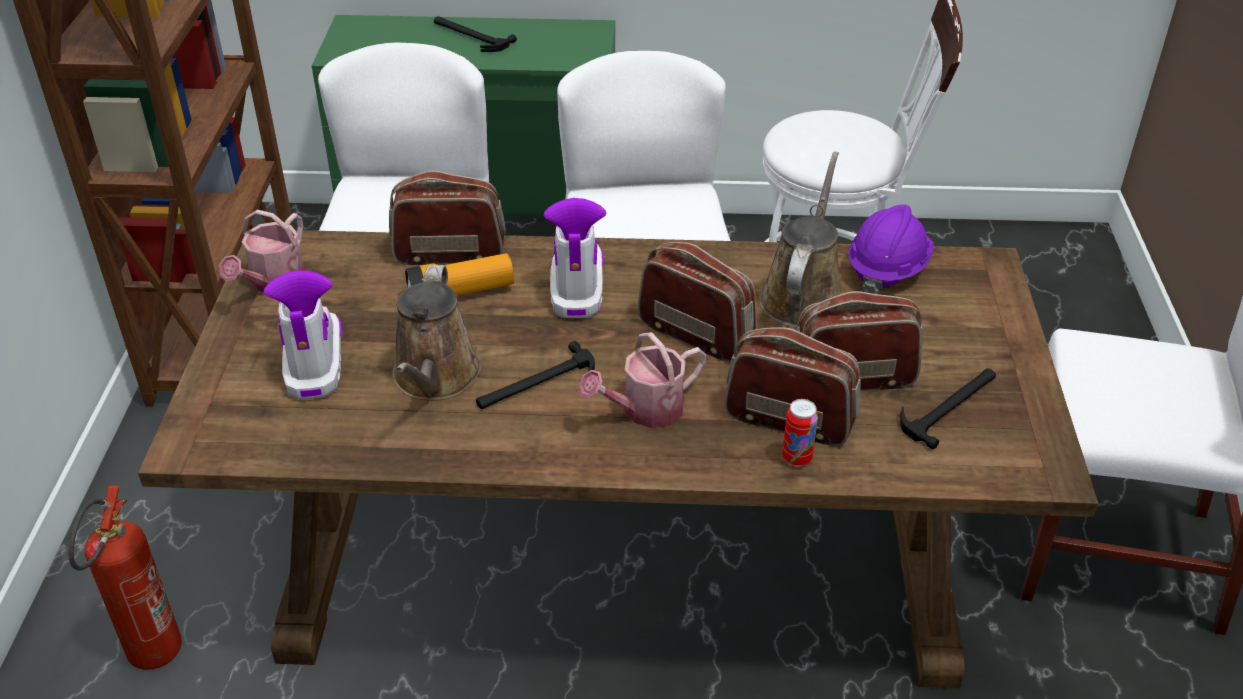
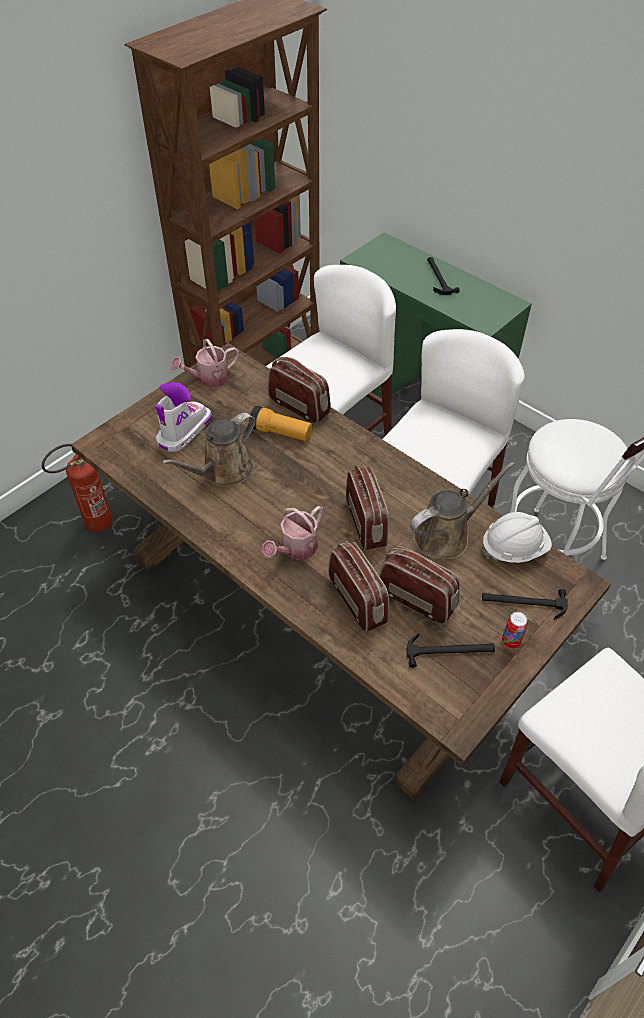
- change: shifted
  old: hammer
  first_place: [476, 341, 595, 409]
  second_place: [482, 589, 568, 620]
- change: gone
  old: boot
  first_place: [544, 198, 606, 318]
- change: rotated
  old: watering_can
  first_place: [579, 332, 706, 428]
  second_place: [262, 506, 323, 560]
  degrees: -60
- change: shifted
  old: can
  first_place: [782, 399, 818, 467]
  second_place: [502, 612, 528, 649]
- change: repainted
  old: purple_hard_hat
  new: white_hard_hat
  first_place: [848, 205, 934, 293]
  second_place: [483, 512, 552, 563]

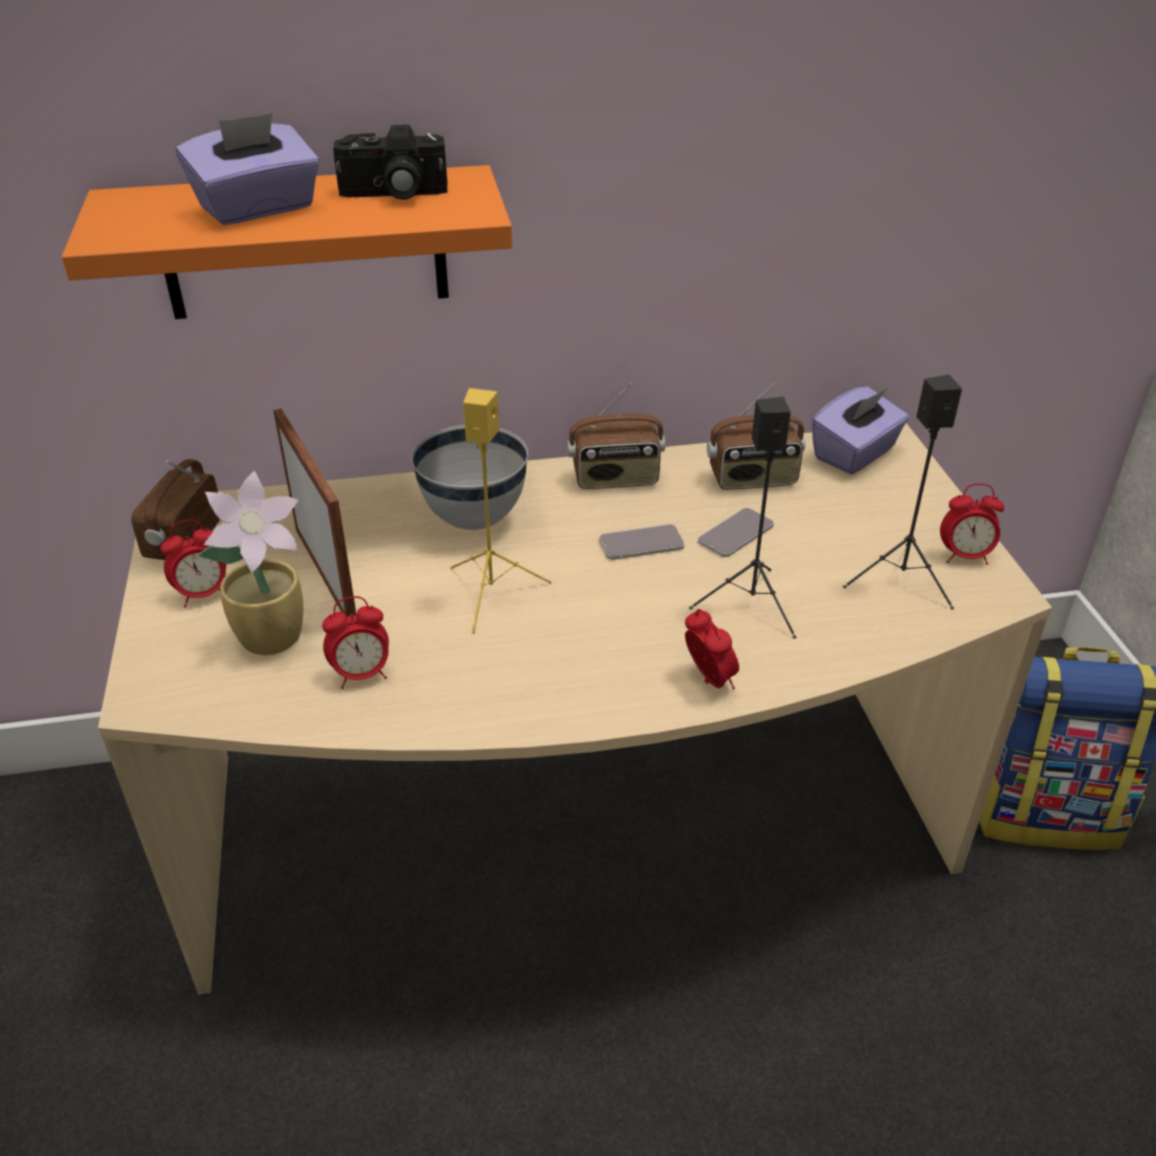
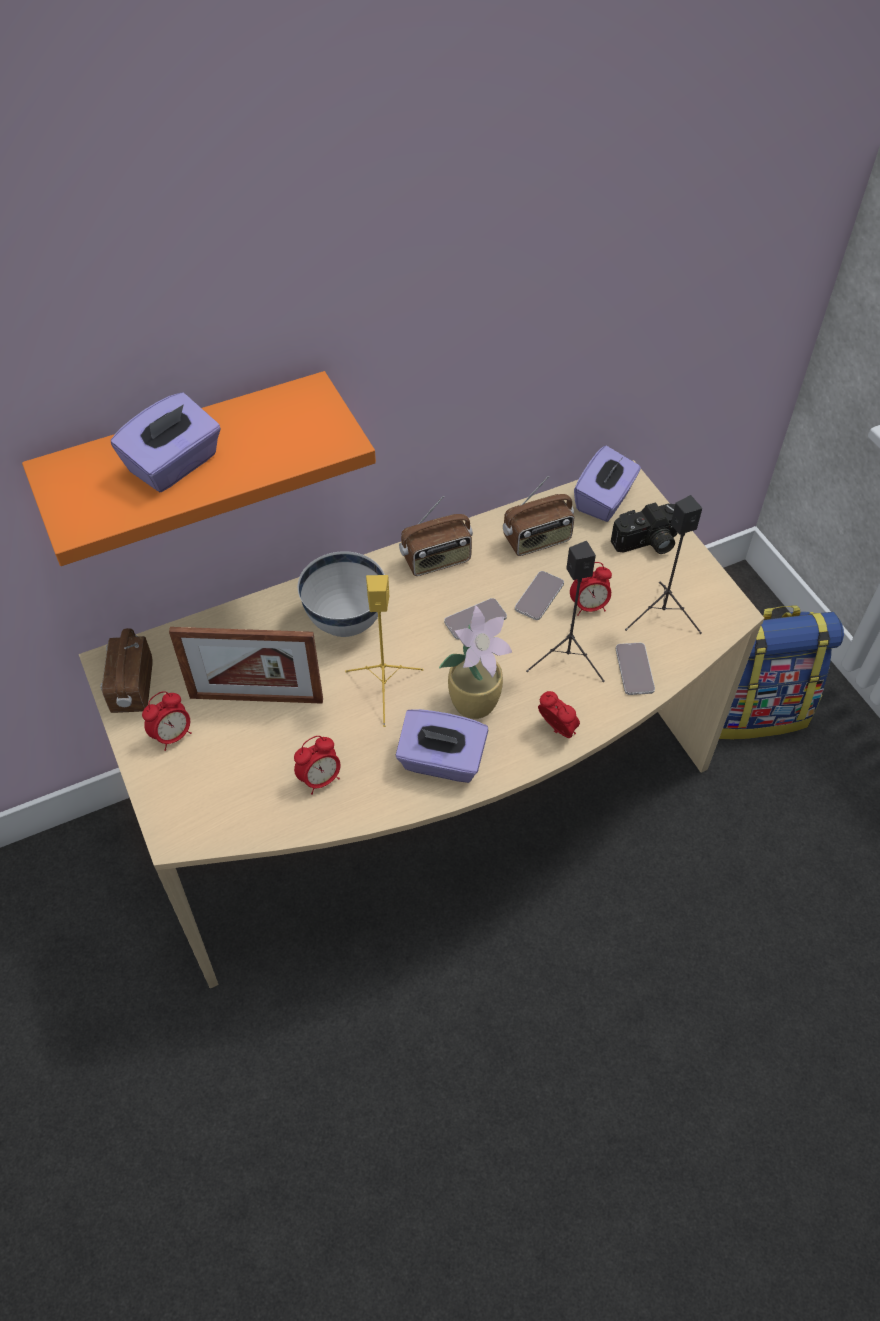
- change: shifted
  old: potted_plant
  first_place: [198, 471, 303, 655]
  second_place: [439, 605, 512, 719]
- change: rotated
  old: picture_frame
  first_place: [273, 409, 356, 617]
  second_place: [169, 627, 323, 704]
  degrees: 135
- change: shifted
  old: photo_camera
  first_place: [333, 124, 447, 200]
  second_place: [611, 502, 678, 554]
- change: shifted
  old: alarm_clock
  first_place: [940, 483, 1004, 565]
  second_place: [570, 562, 612, 616]
- change: new
  new: purple_tissue_box
  second_place: [396, 709, 489, 783]
- change: new
  new: phone
  second_place: [616, 643, 655, 695]

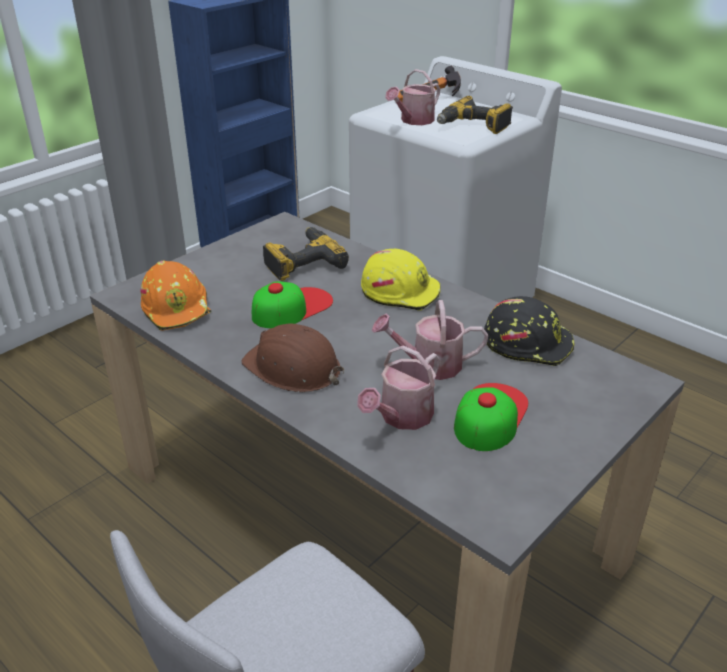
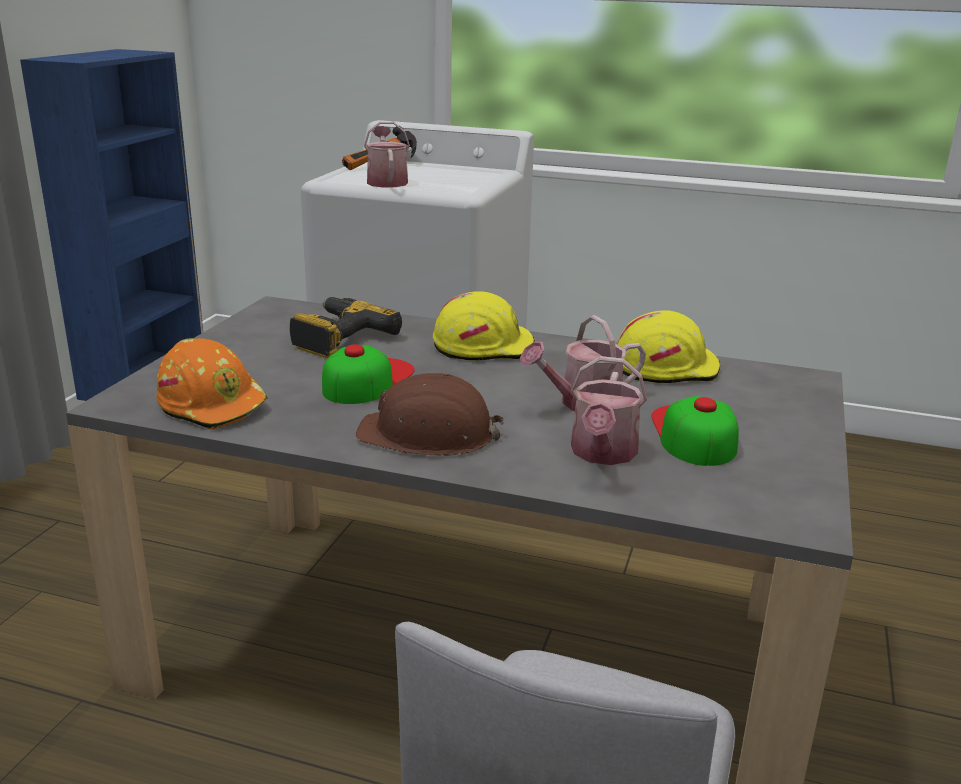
- change: rotated
  old: watering_can
  first_place: [385, 69, 440, 125]
  second_place: [364, 122, 410, 188]
  degrees: 150
- change: gone
  old: power_drill
  first_place: [437, 96, 513, 134]
- change: repainted
  old: black_hard_hat
  new: yellow_hard_hat
  first_place: [484, 296, 575, 366]
  second_place: [617, 310, 720, 383]

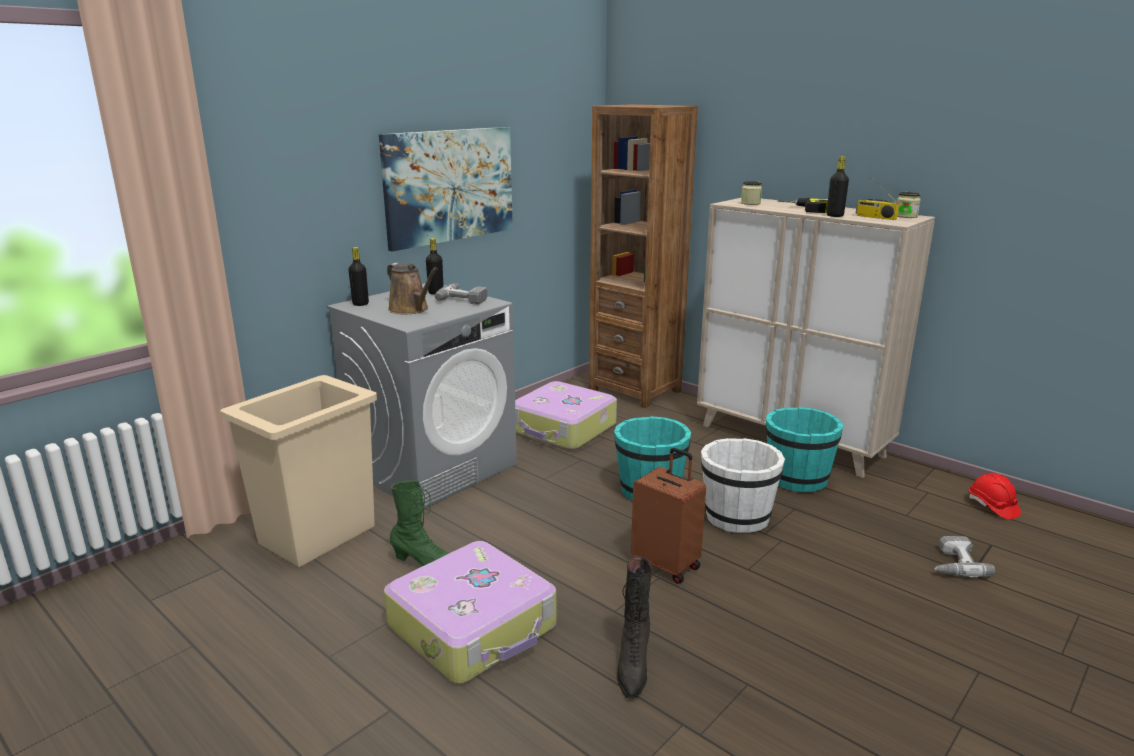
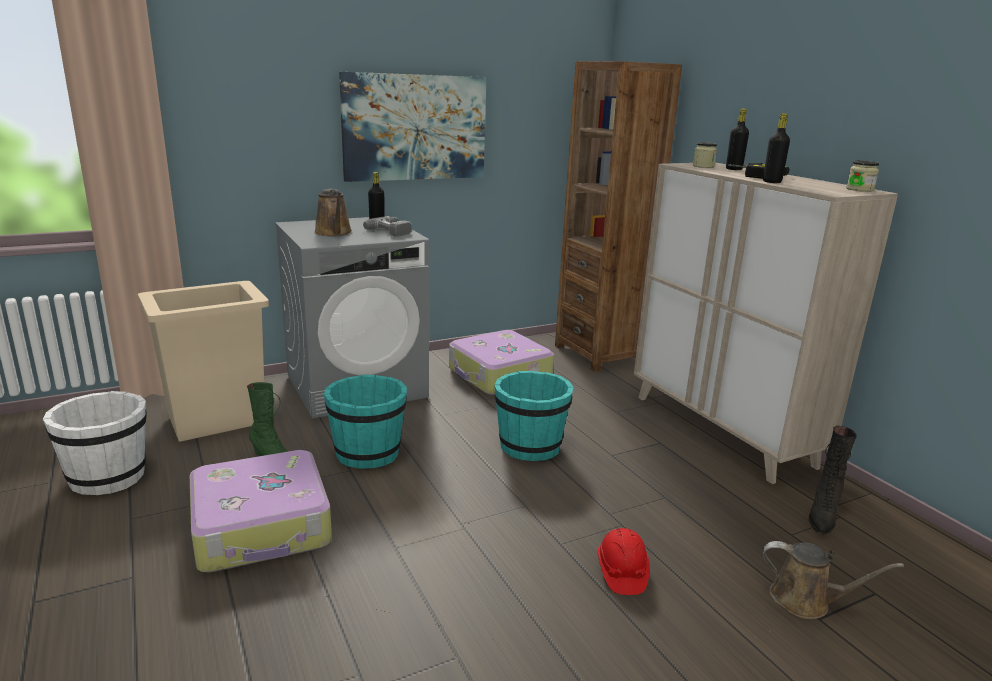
- change: shifted
  old: black_bottle
  first_place: [348, 247, 369, 306]
  second_place: [726, 109, 749, 170]
- change: shifted
  old: black_boot
  first_place: [617, 557, 653, 699]
  second_place: [809, 426, 857, 534]
- change: gone
  old: brown_suitcase
  first_place: [631, 448, 706, 584]
- change: shifted
  old: white_bucket
  first_place: [701, 438, 785, 533]
  second_place: [43, 391, 147, 495]
- change: shifted
  old: turquoise_bucket
  first_place: [766, 407, 843, 492]
  second_place: [324, 375, 407, 469]
- change: gone
  old: radio
  first_place: [855, 176, 899, 220]
- change: swapped
  old: power_drill
  new: brown_watering_can
  first_place: [934, 536, 995, 577]
  second_place: [763, 541, 904, 619]
- change: shifted
  old: red_hard_hat
  first_place: [969, 473, 1021, 519]
  second_place: [597, 528, 649, 595]

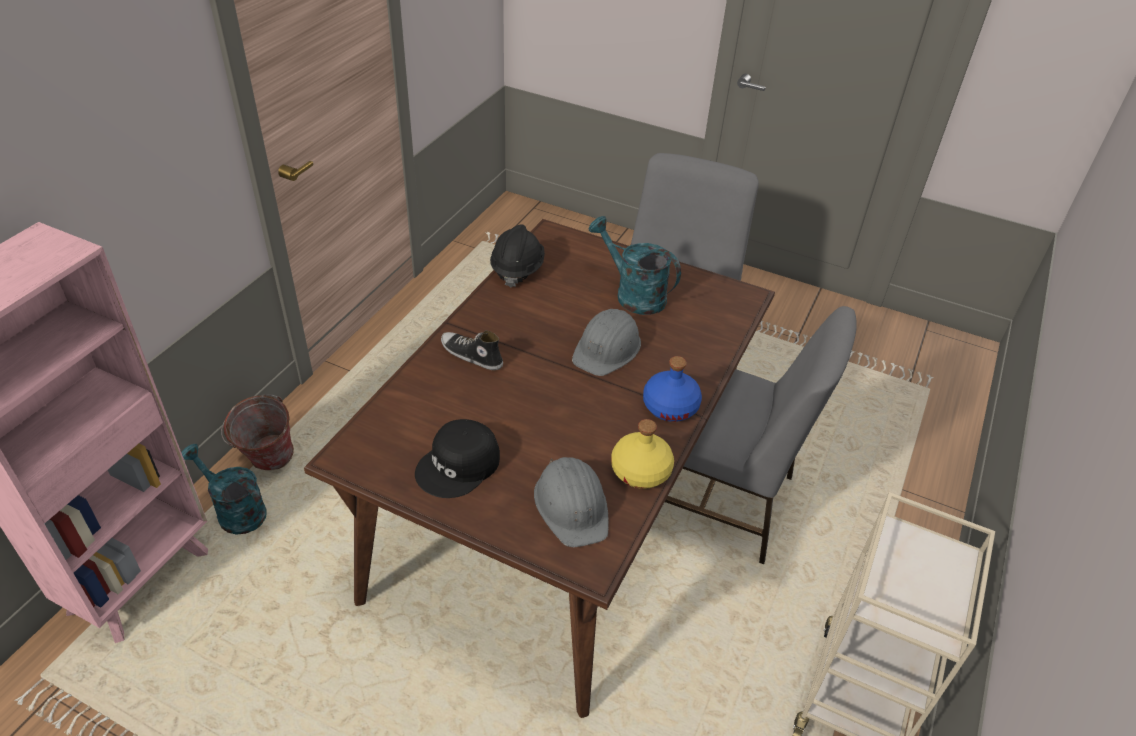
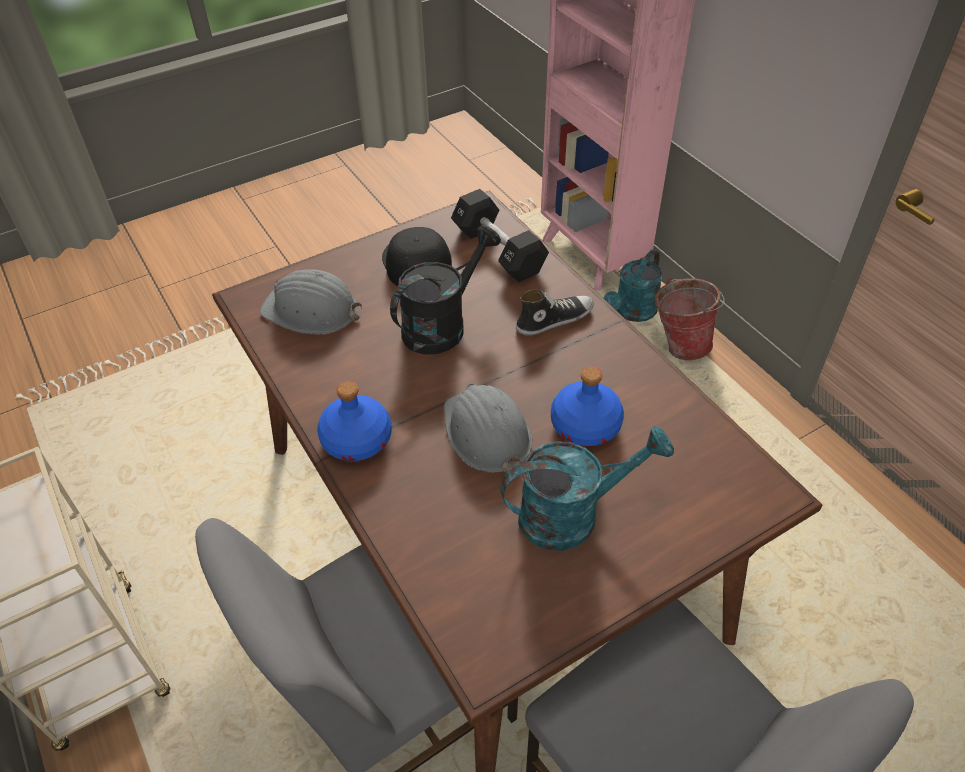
- change: rotated
  old: turquoise_watering_can
  first_place: [181, 444, 267, 535]
  second_place: [603, 250, 663, 322]
  degrees: 150
- change: gone
  old: black_hard_hat
  first_place: [490, 224, 545, 288]
- change: gone
  old: yellow_bottle
  first_place: [611, 419, 674, 489]
- change: new
  new: black_watering_can
  second_place: [390, 225, 501, 355]
- change: new
  new: black_dumbbell
  second_place: [451, 189, 549, 283]
- change: new
  new: blue_bottle
  second_place: [551, 367, 624, 447]

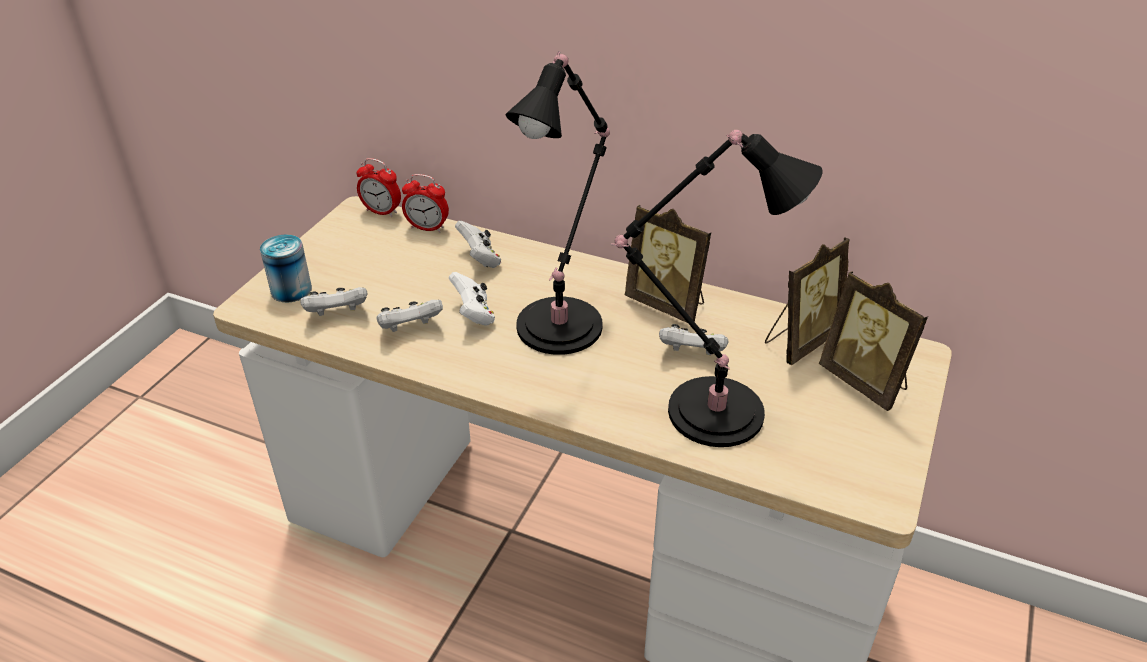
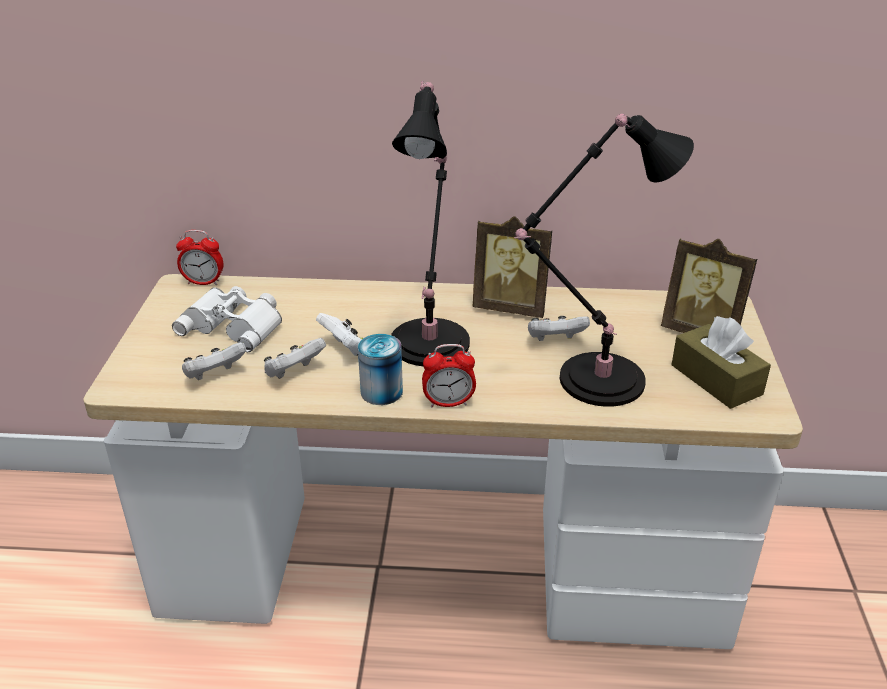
- change: shifted
  old: can
  first_place: [260, 234, 312, 302]
  second_place: [358, 334, 403, 405]
- change: shifted
  old: alarm_clock
  first_place: [402, 174, 449, 233]
  second_place: [422, 344, 476, 407]
- change: gone
  old: white_game_controller
  first_place: [455, 221, 501, 268]
- change: gone
  old: picture_frame
  first_place: [765, 237, 850, 365]
- change: new
  new: white_binoculars
  second_place: [172, 286, 282, 352]
- change: new
  new: brown_tissue_box
  second_place: [671, 316, 771, 409]

